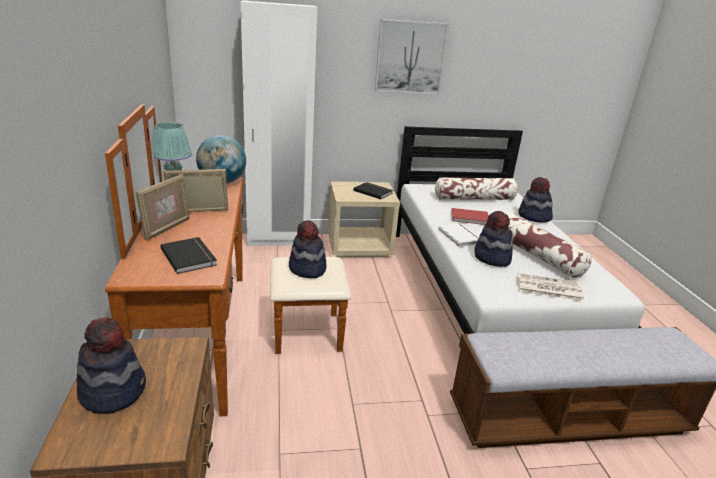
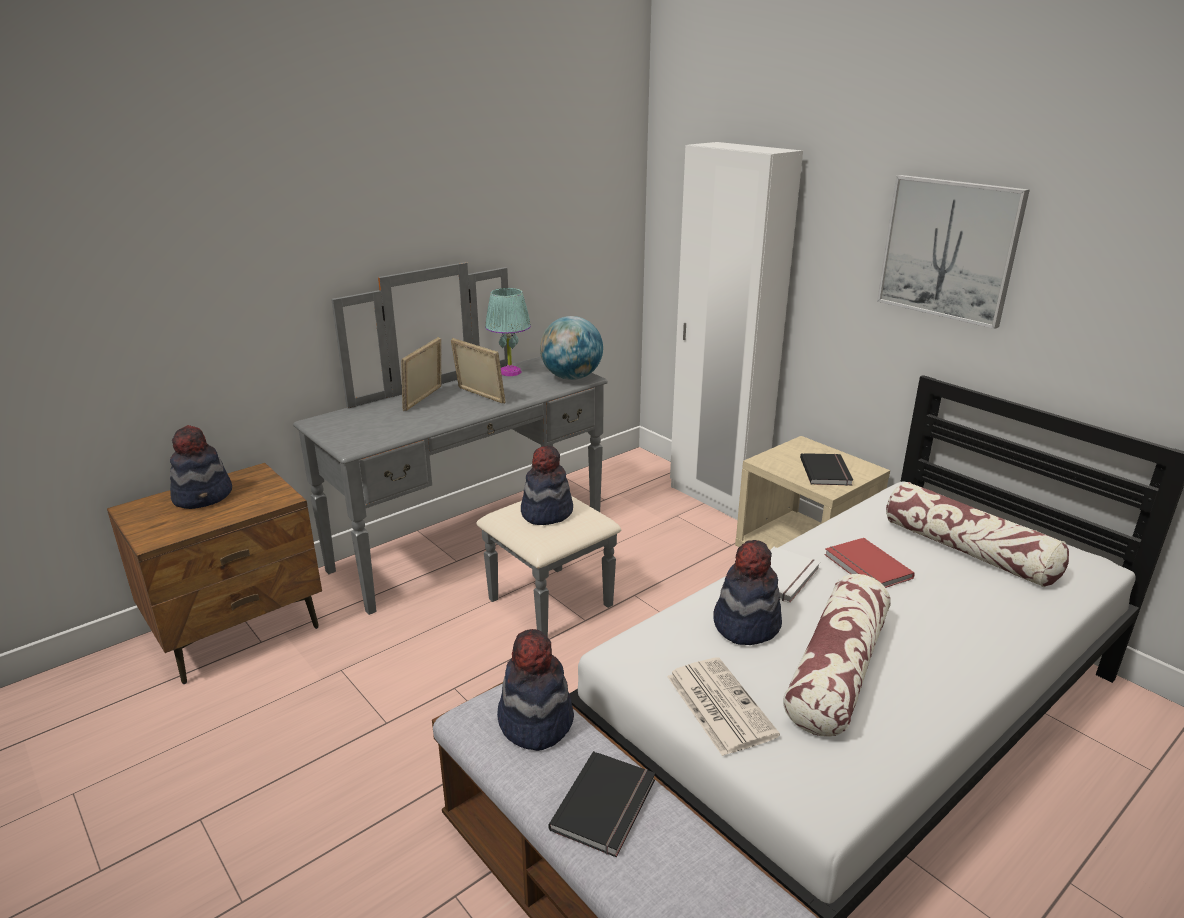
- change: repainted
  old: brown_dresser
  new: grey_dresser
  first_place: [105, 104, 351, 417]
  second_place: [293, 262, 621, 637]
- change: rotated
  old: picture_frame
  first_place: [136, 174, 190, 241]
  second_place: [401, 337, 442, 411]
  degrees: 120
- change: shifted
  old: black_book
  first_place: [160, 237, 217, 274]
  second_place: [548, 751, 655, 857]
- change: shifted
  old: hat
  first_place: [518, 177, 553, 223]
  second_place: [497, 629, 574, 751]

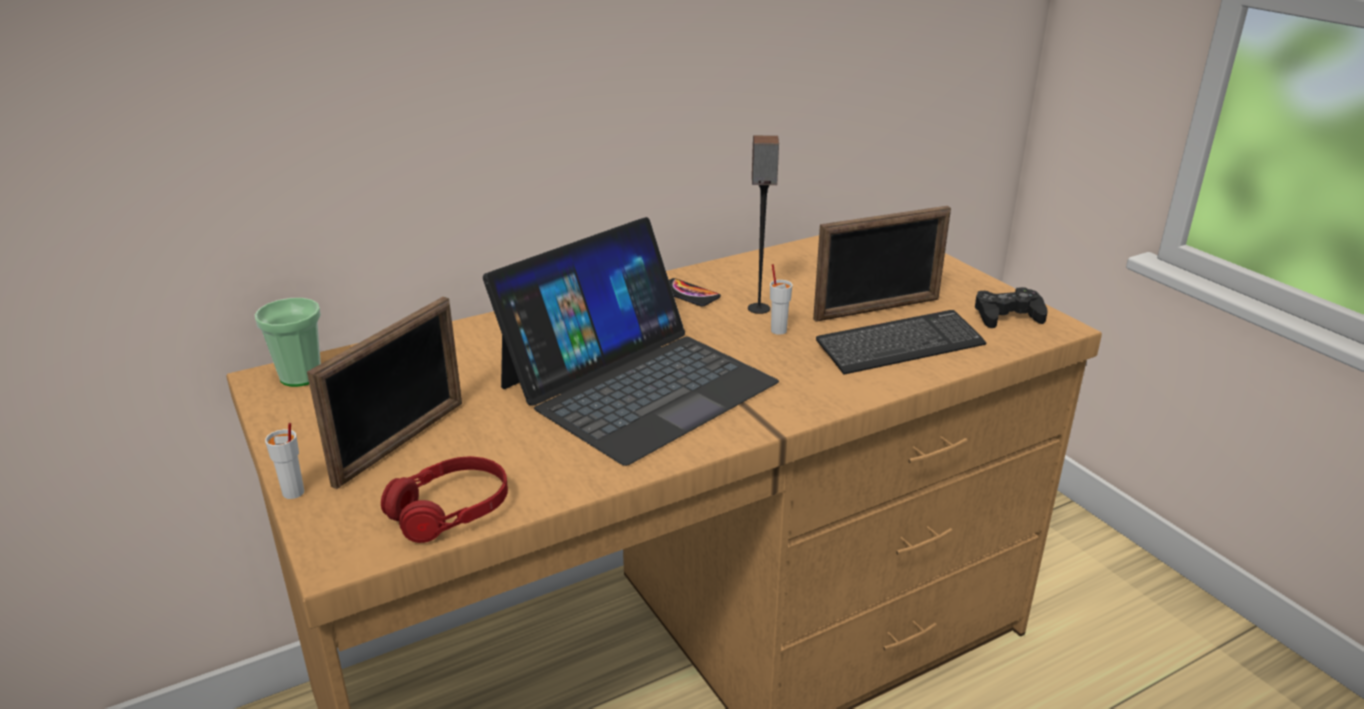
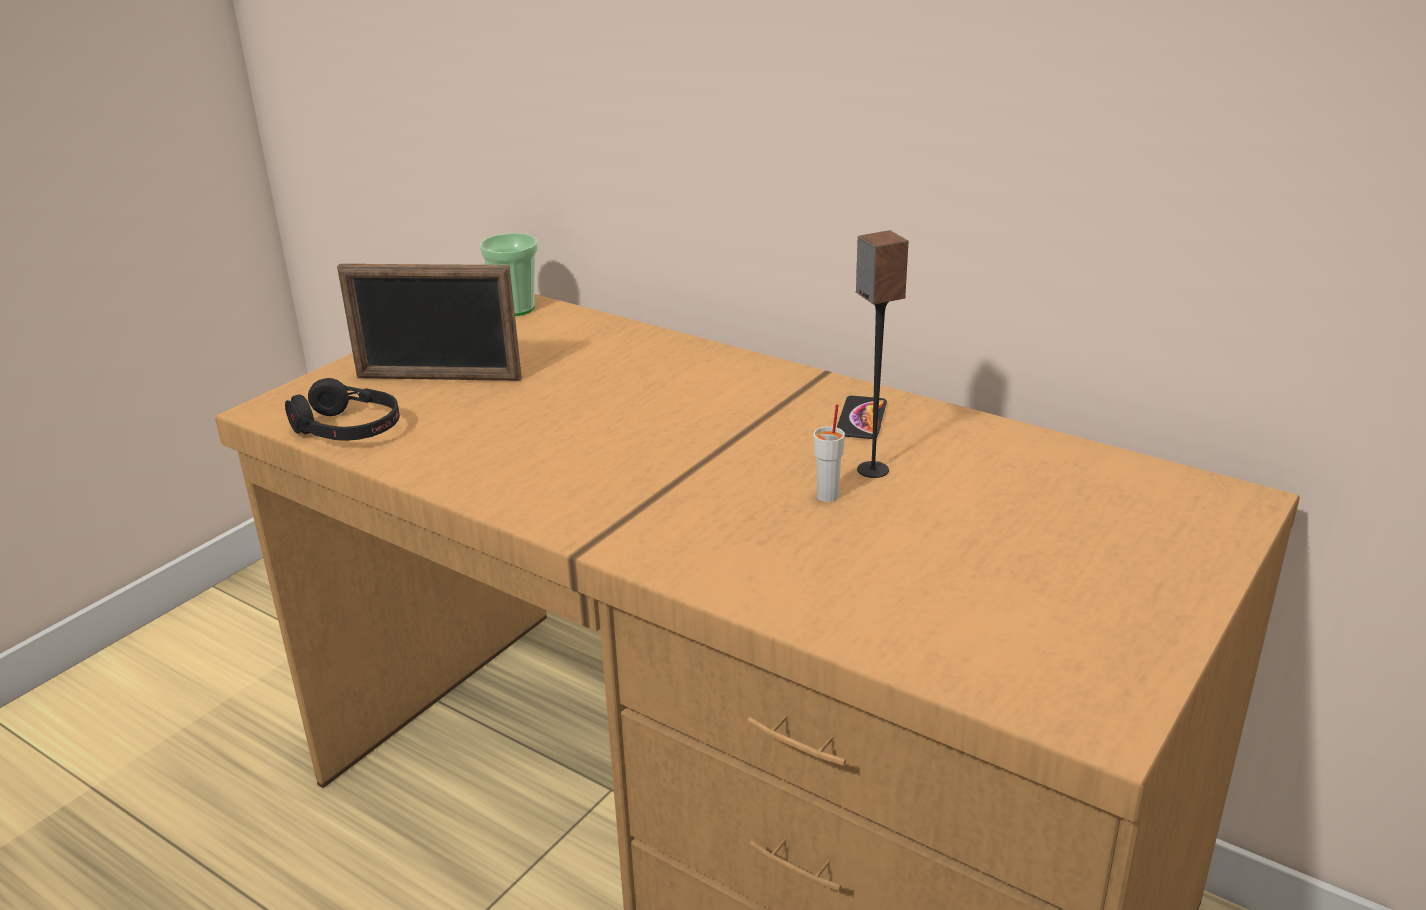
- change: gone
  old: white_cup
  first_place: [265, 423, 304, 499]
- change: repainted
  old: red_headphones
  new: black_headphones
  first_place: [381, 456, 508, 543]
  second_place: [285, 378, 400, 441]
- change: gone
  old: laptop
  first_place: [483, 217, 779, 466]
- change: gone
  old: picture_frame
  first_place: [813, 206, 951, 322]
- change: gone
  old: keyboard
  first_place: [816, 310, 986, 375]
- change: gone
  old: black_game_controller
  first_place: [975, 287, 1048, 328]

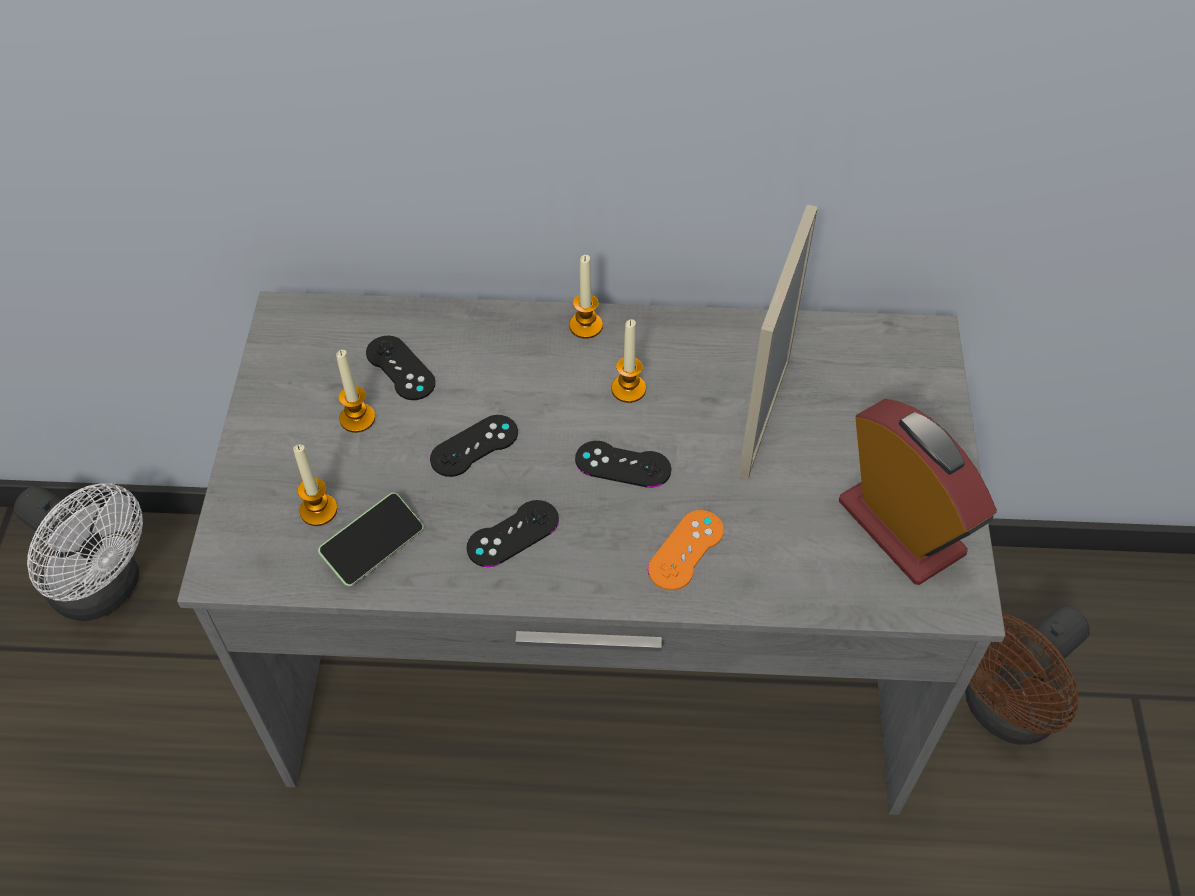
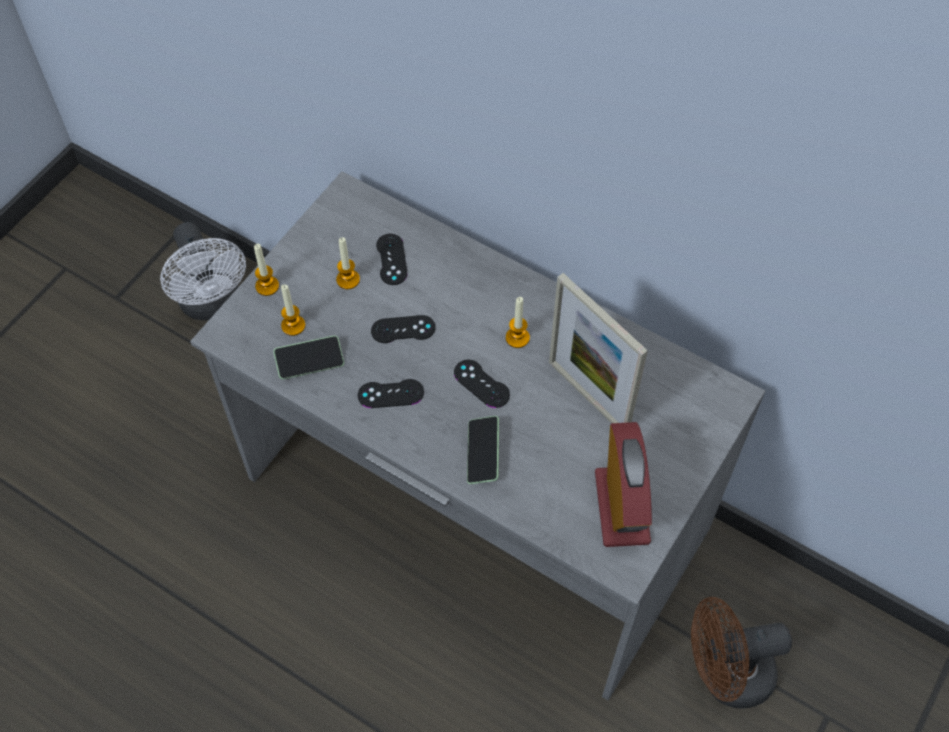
- change: shifted
  old: candle
  first_place: [569, 255, 603, 339]
  second_place: [254, 244, 279, 296]
- change: swapped
  old: orange_game_controller
  new: phone
  first_place: [648, 510, 724, 590]
  second_place: [467, 416, 499, 484]
- change: rotated
  old: picture_frame
  first_place: [738, 204, 818, 479]
  second_place: [549, 273, 648, 423]
  degrees: -90

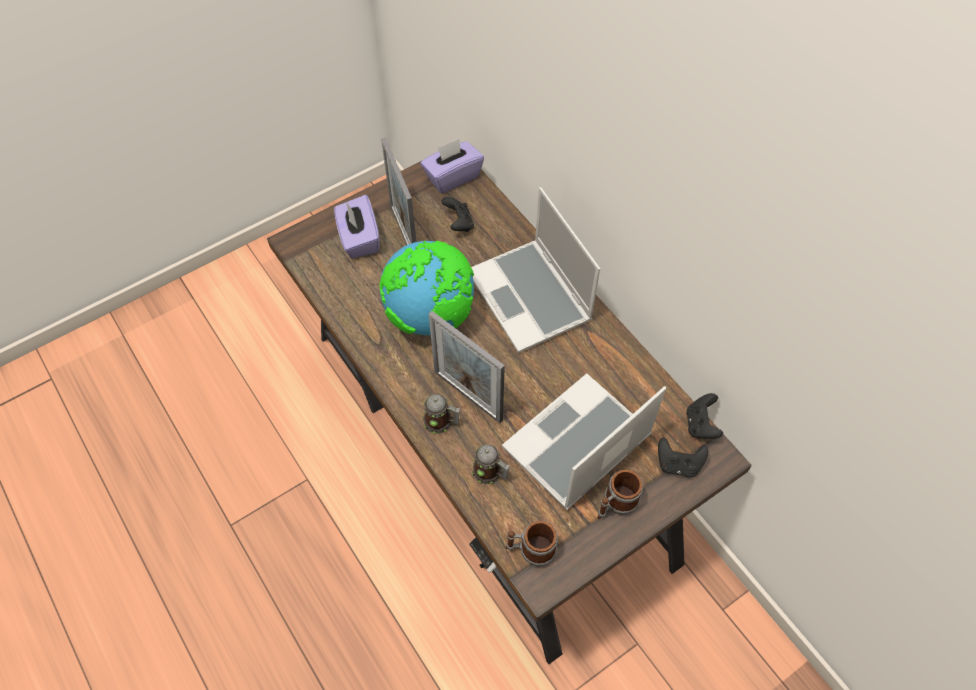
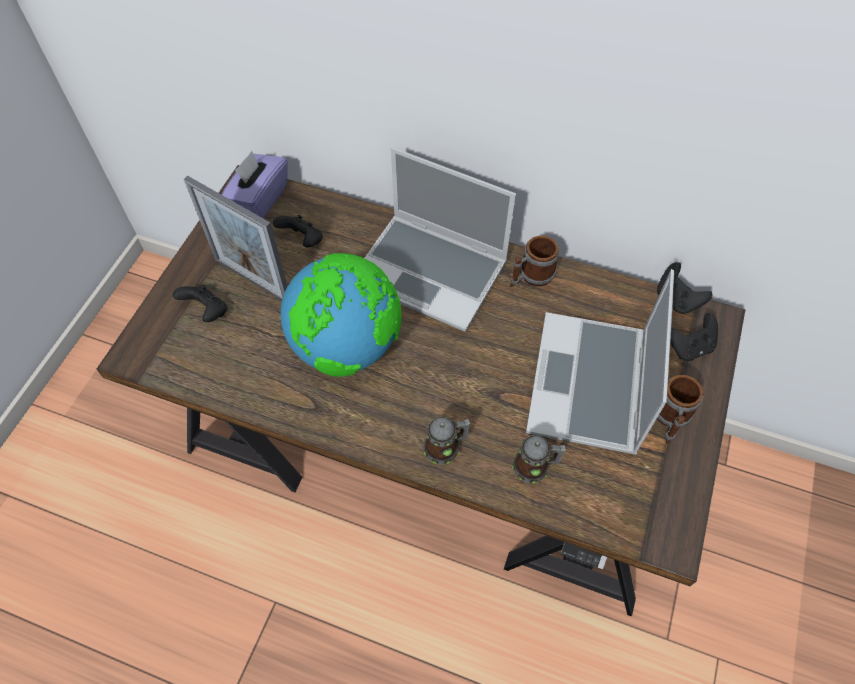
- change: swapped
  old: purple_tissue_box
  new: black_game_controller
  first_place: [334, 195, 380, 258]
  second_place: [173, 285, 227, 322]
- change: gone
  old: picture_frame
  first_place: [429, 311, 505, 423]
- change: shifted
  old: mug
  first_place: [505, 521, 558, 566]
  second_place: [510, 236, 559, 287]

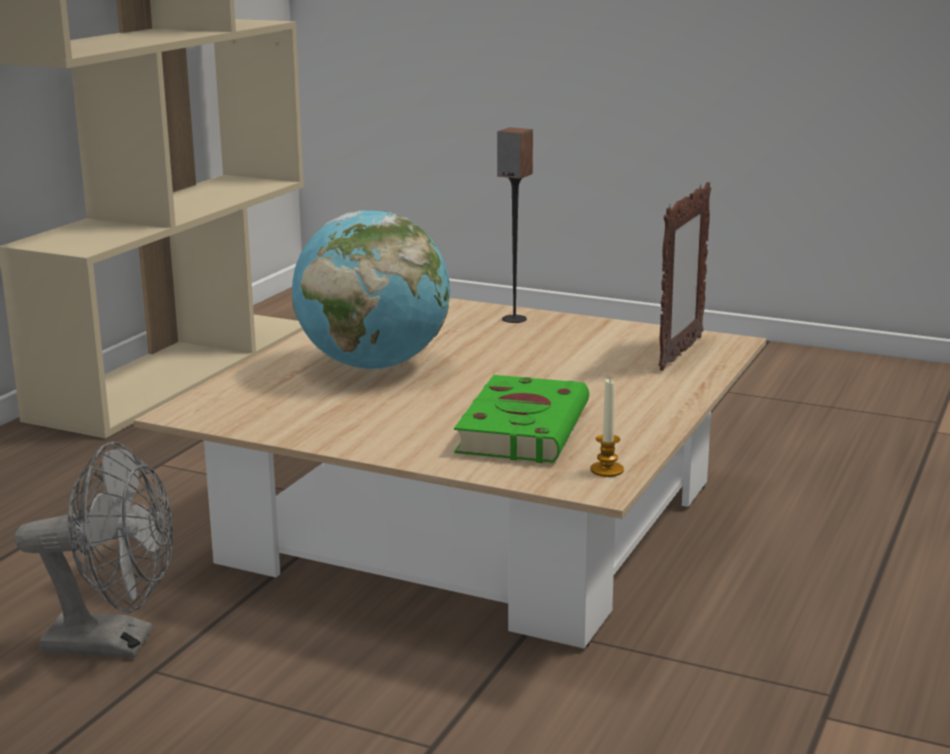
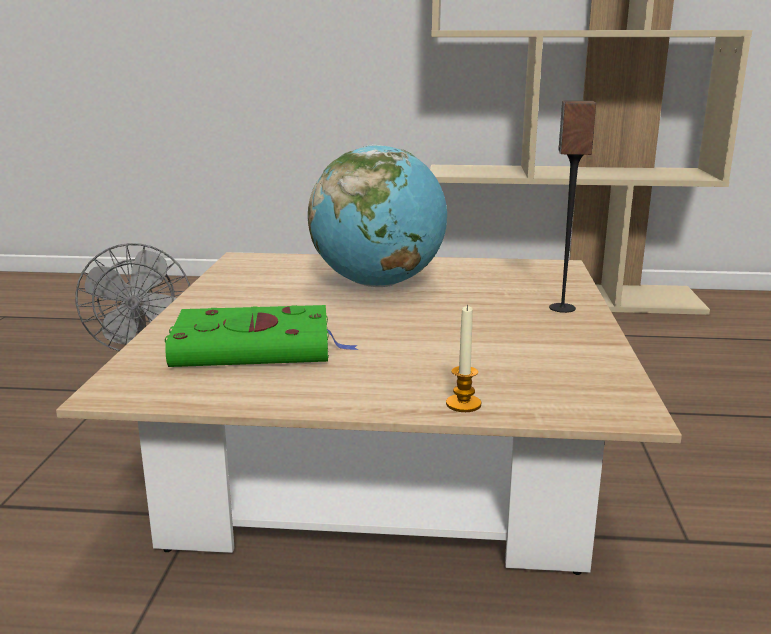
- change: shifted
  old: candle
  first_place: [590, 379, 624, 477]
  second_place: [446, 305, 481, 412]
- change: gone
  old: picture_frame
  first_place: [659, 182, 711, 371]

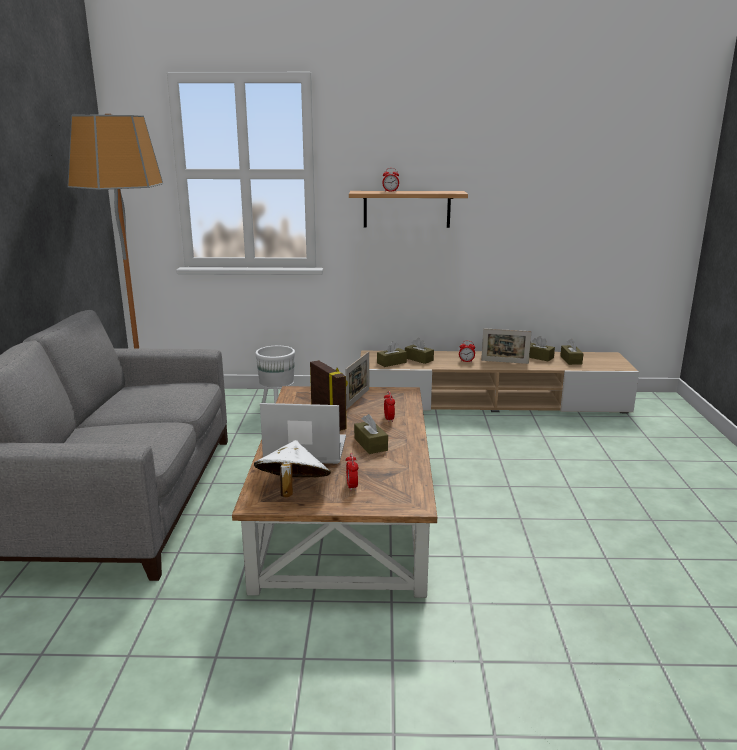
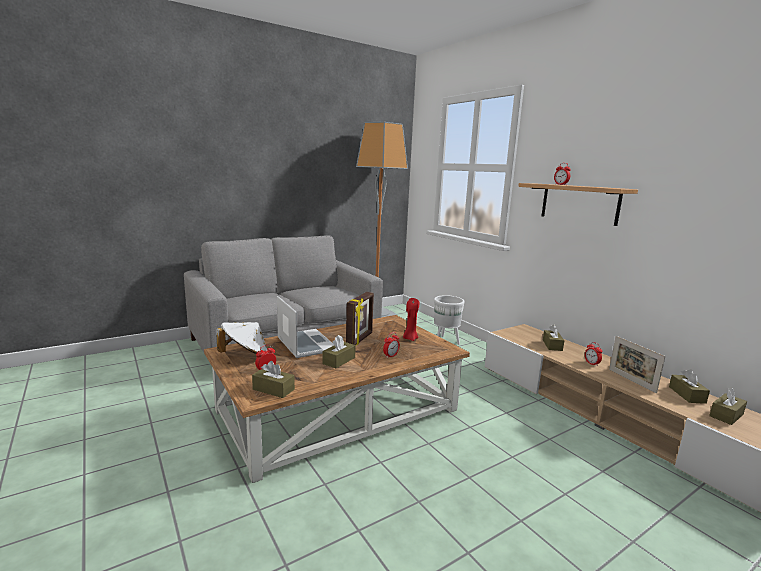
- change: swapped
  old: picture_frame
  new: red_candle
  first_place: [345, 351, 369, 410]
  second_place: [403, 298, 419, 341]
- change: shifted
  old: brown_tissue_box
  first_place: [377, 341, 407, 367]
  second_place: [252, 361, 295, 398]

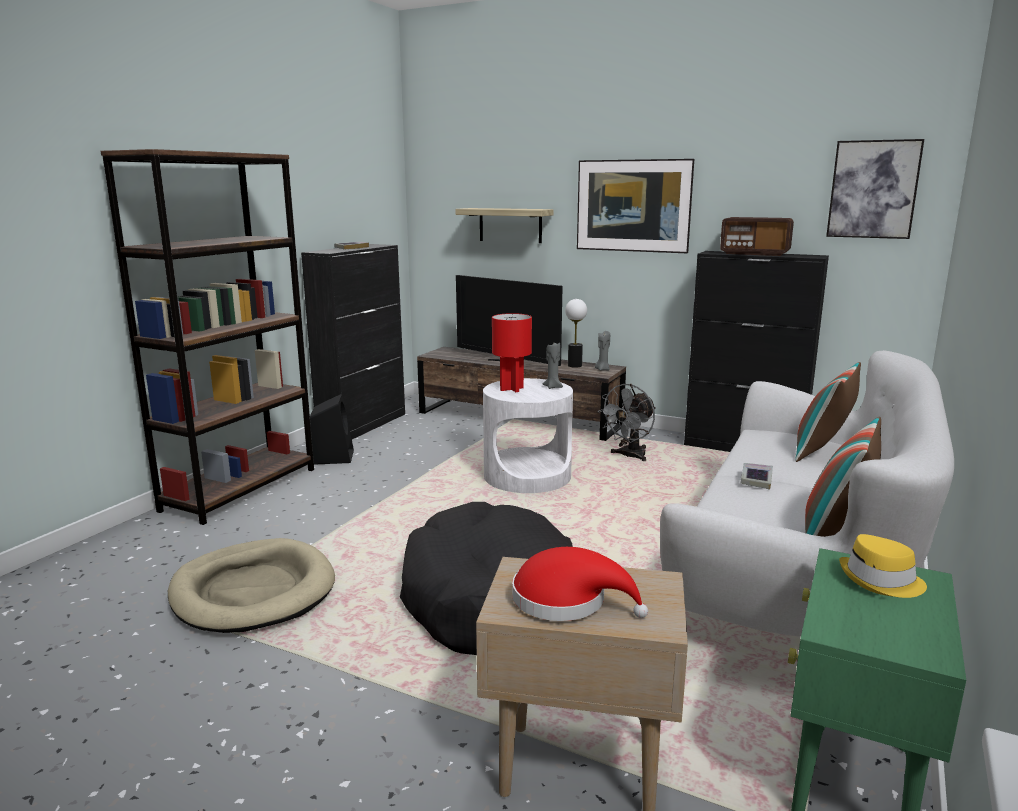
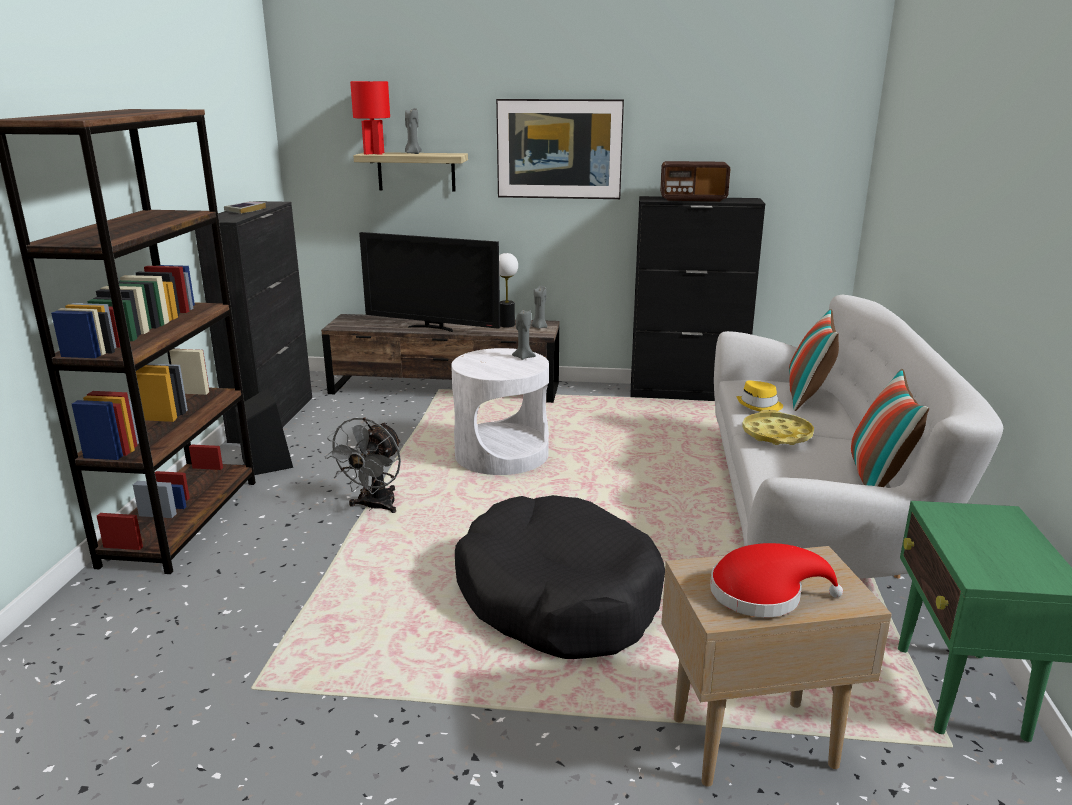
- change: gone
  old: beige_dog_bed
  first_place: [168, 538, 335, 633]
- change: shifted
  old: red_table_lamp
  first_place: [492, 313, 532, 392]
  second_place: [350, 81, 390, 155]
- change: shifted
  old: grey_fan
  first_place: [598, 384, 656, 461]
  second_place: [325, 417, 401, 513]
- change: swapped
  old: book
  new: yellow_tray
  first_place: [740, 463, 773, 490]
  second_place: [742, 410, 814, 445]
- change: gone
  old: picture
  first_place: [826, 139, 924, 239]
- change: shifted
  old: yellow_hat
  first_place: [839, 534, 927, 598]
  second_place: [737, 381, 783, 411]
- change: new
  new: grey_candle
  second_place: [405, 108, 422, 154]

